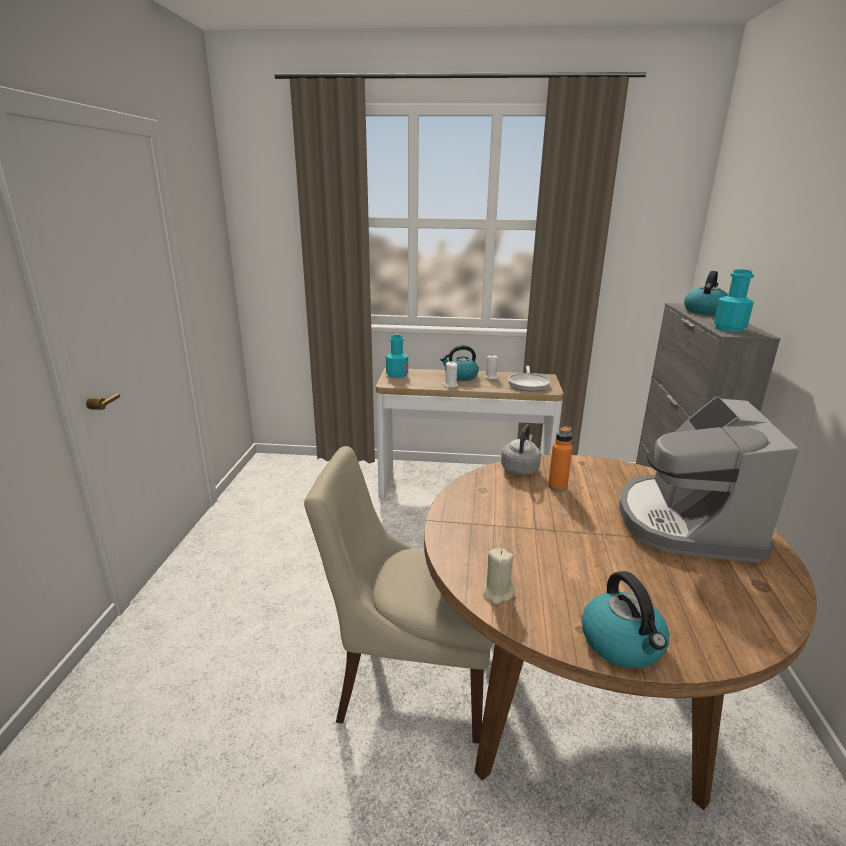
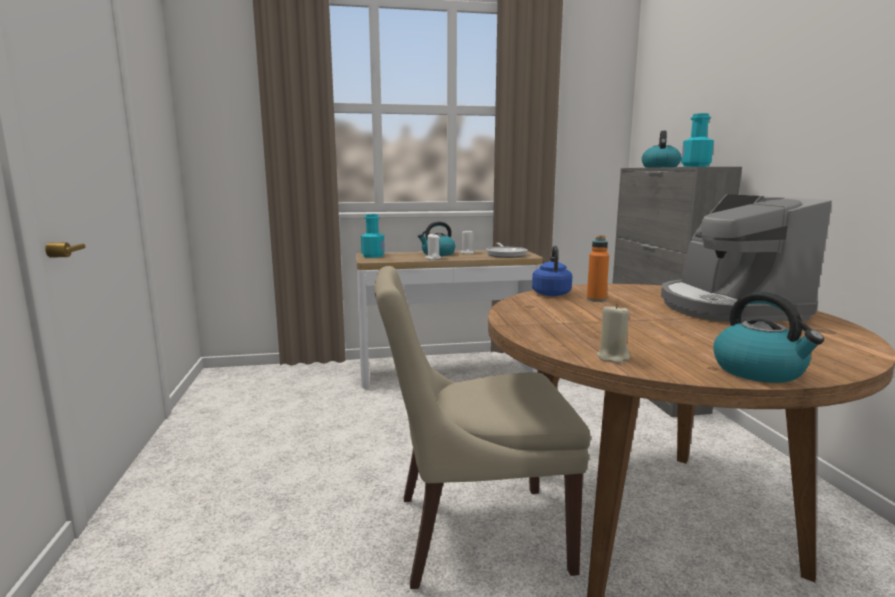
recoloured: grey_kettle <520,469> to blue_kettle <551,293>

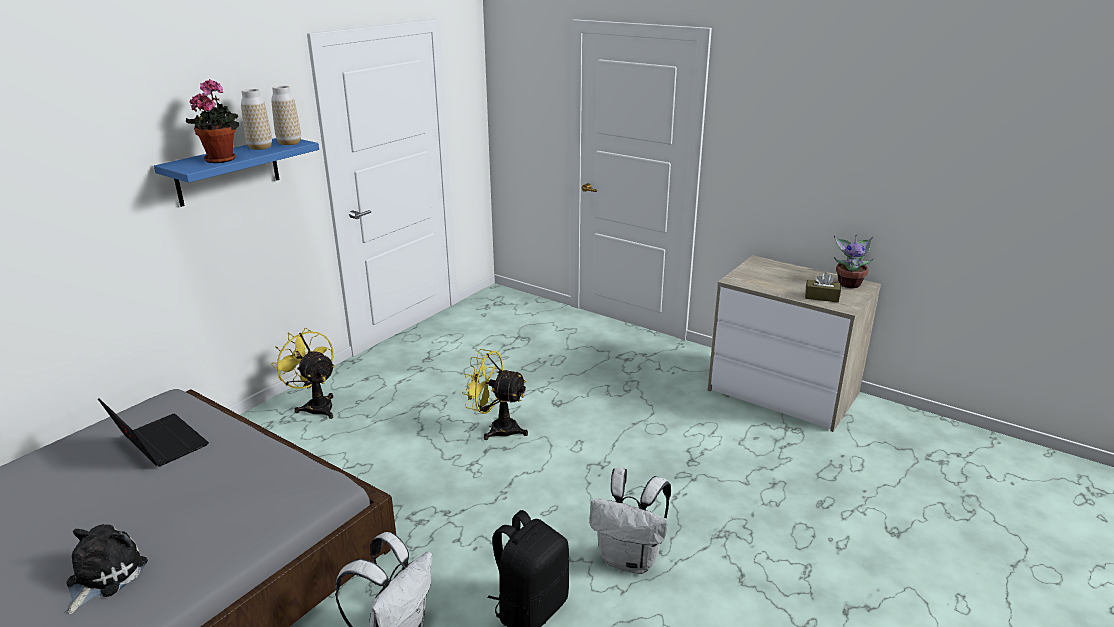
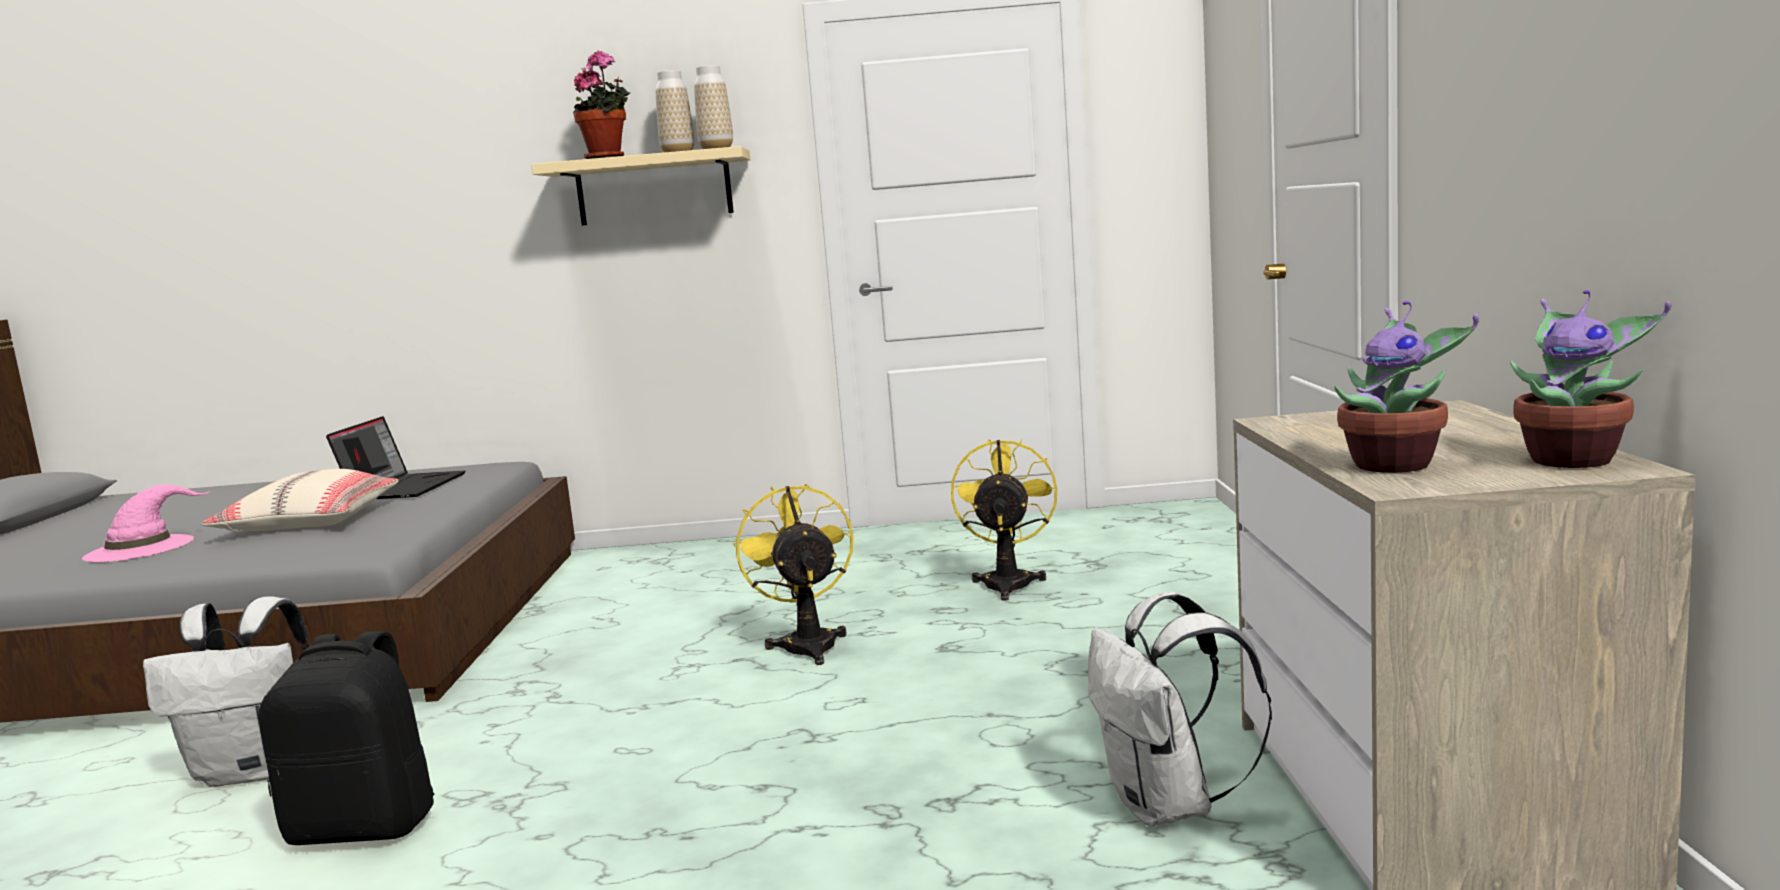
added: beige_pillow <309,522>
moved: yellow_fan <316,405> to <1008,582>; white_backpack <630,559> to <1168,807>
replaced: plush_toy <103,576> to pink_hat <141,548>; brown_tissue_box <821,297> to potted_plant <1396,465>
recoloured: blue_shelf <228,171> to beige_shelf <654,188>

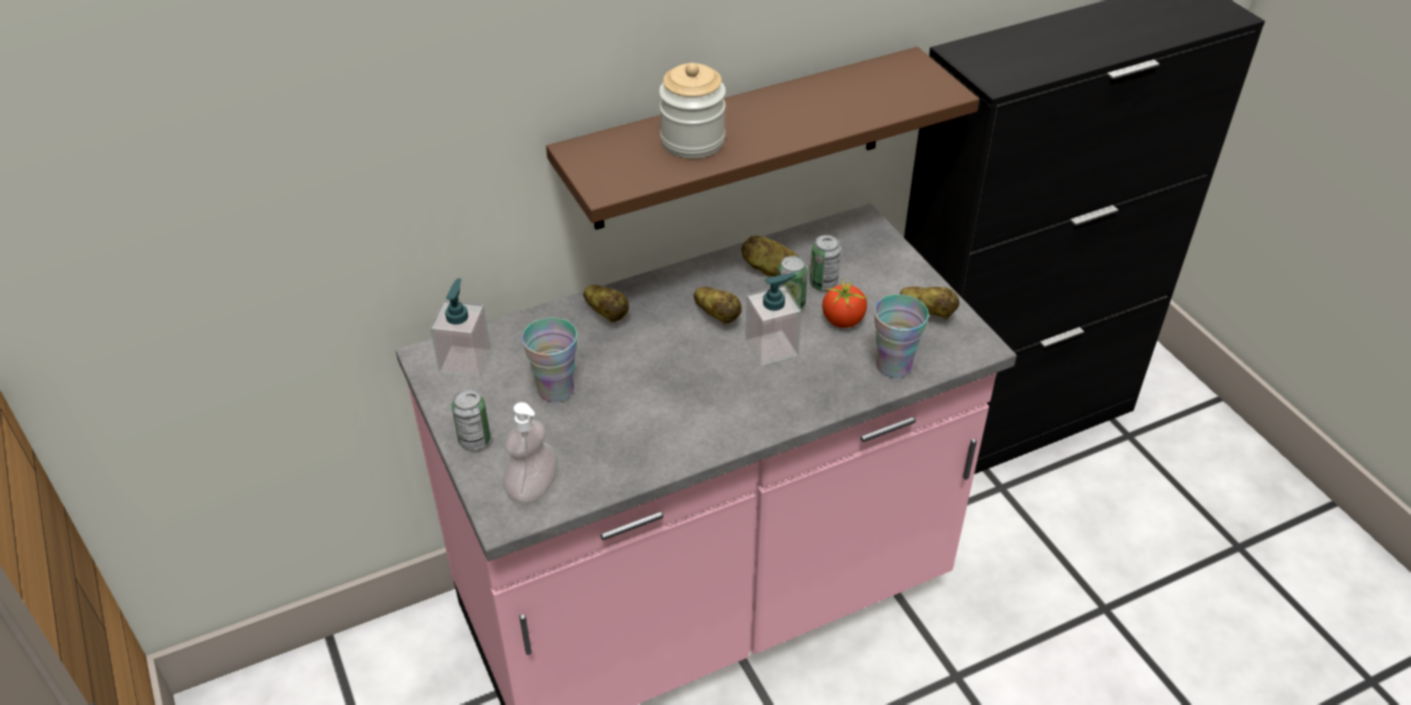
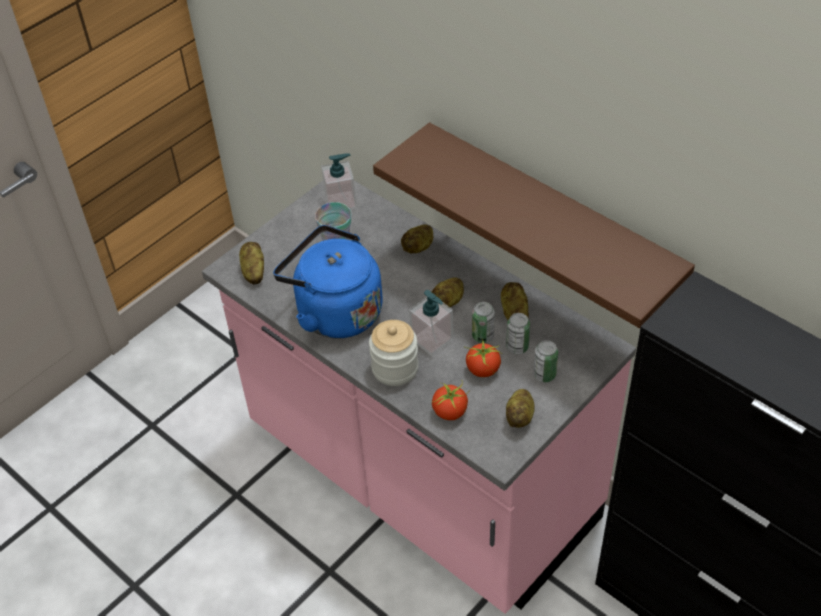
added: blue_kettle <334,311>
moved: can <474,441> to <544,375>; jar <692,141> to <395,368>
replaced: soap_dispenser <532,488> to potato <253,271>; cup <893,366> to tomato <450,411>

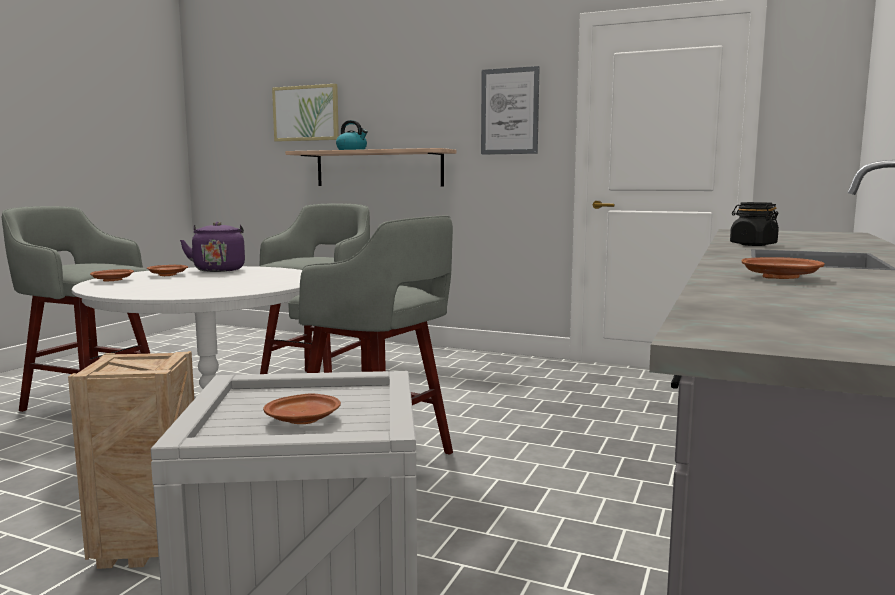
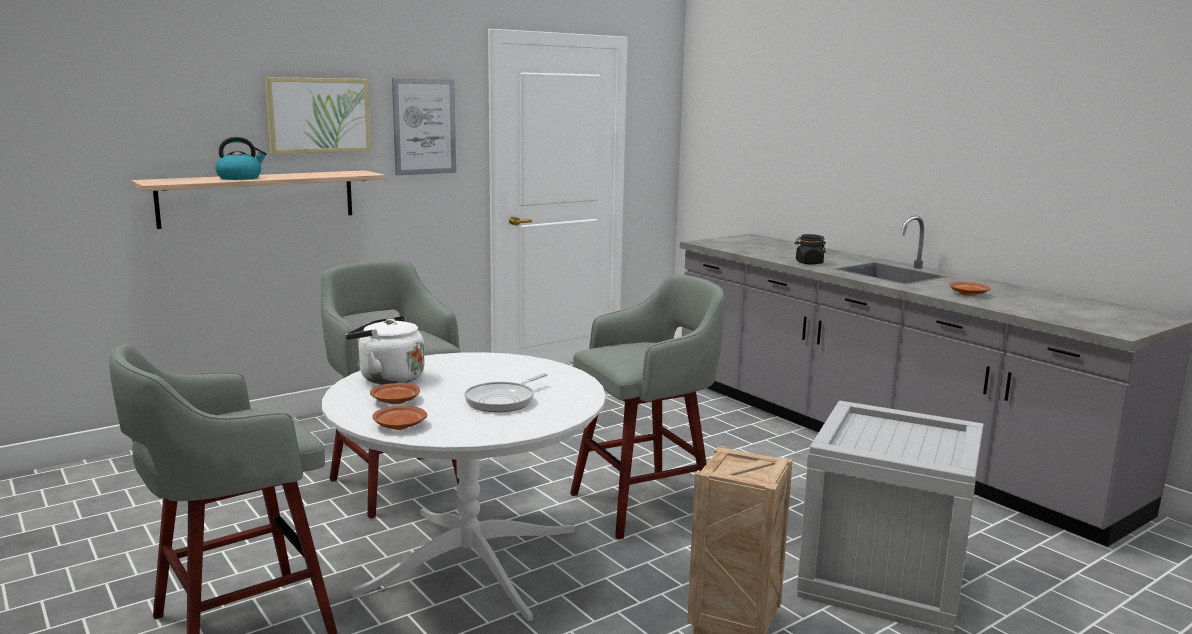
removed: brown_plate <304,420>
added: frying_pan <503,400>
moved: picture <306,113> to <318,115>
recoloured: purple_kettle <219,269> to white_kettle <387,378>

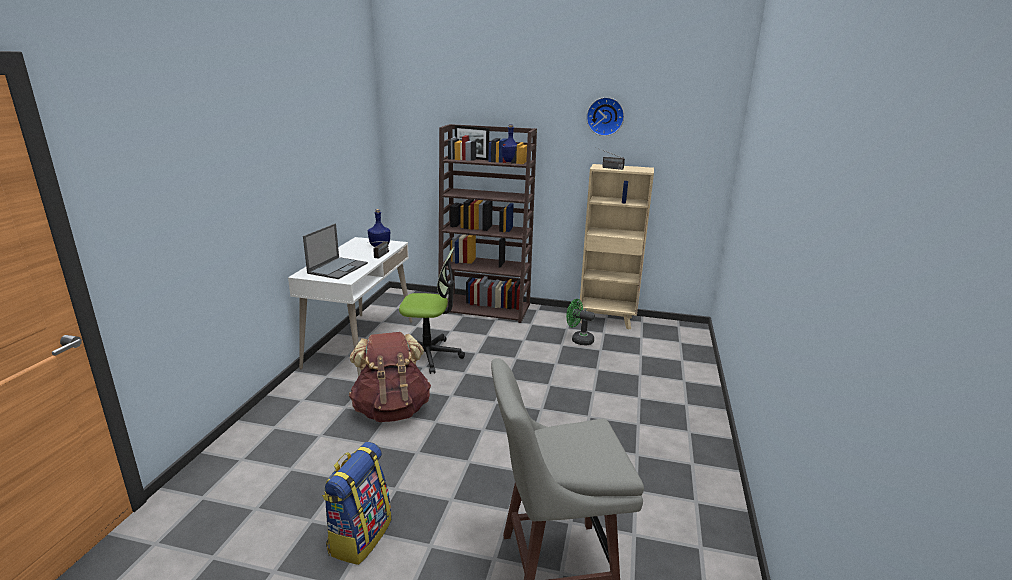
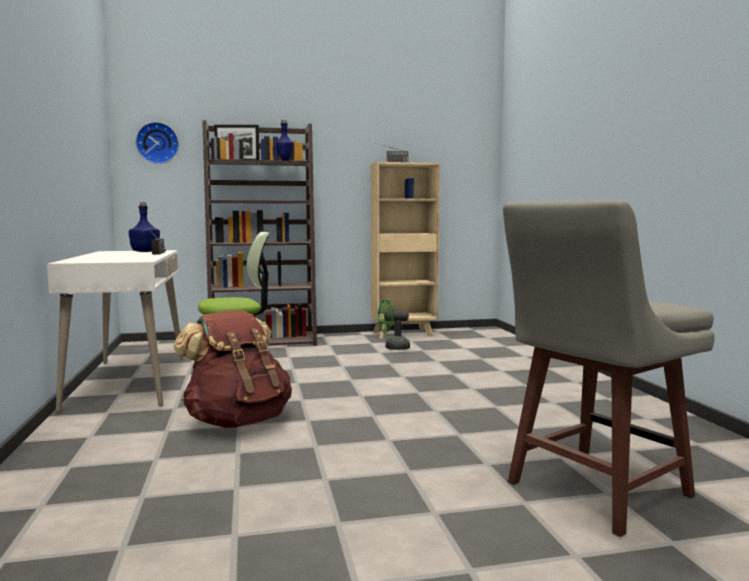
removed: laptop <338,268>; backpack <359,536>
moved: wall_clock <605,116> to <157,143>

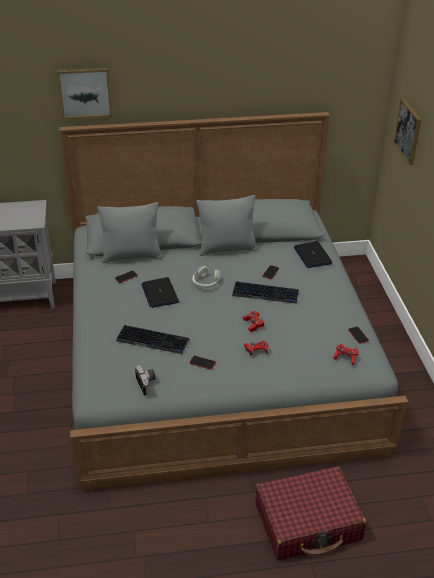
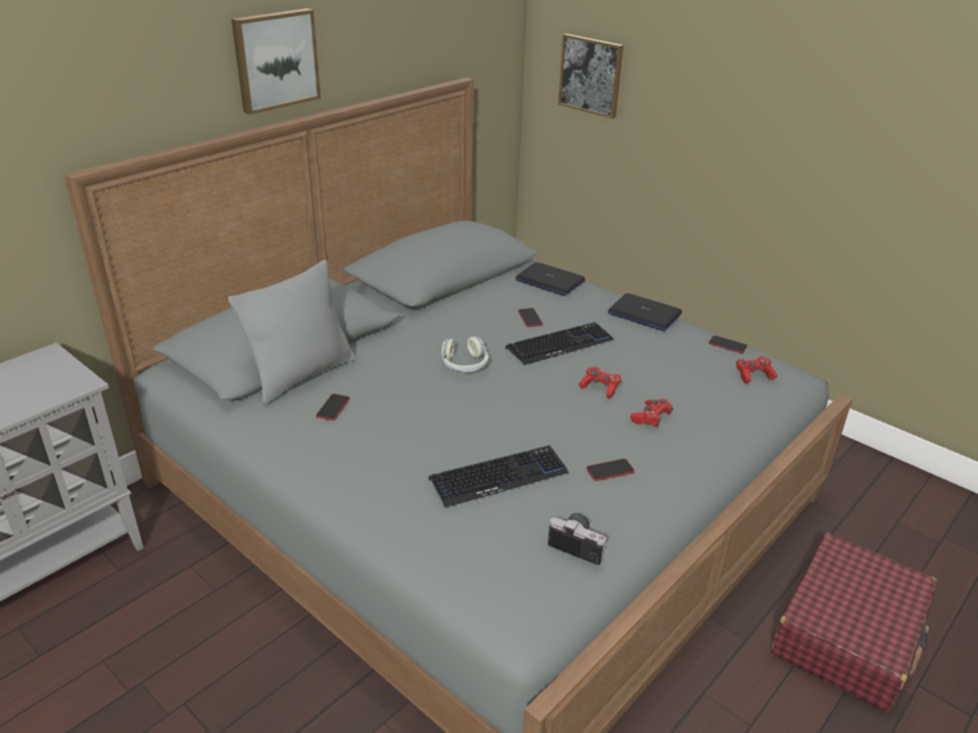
removed: grey_pillow <227,248>
moved: picture <85,92> to <275,60>; laptop <159,293> to <644,314>

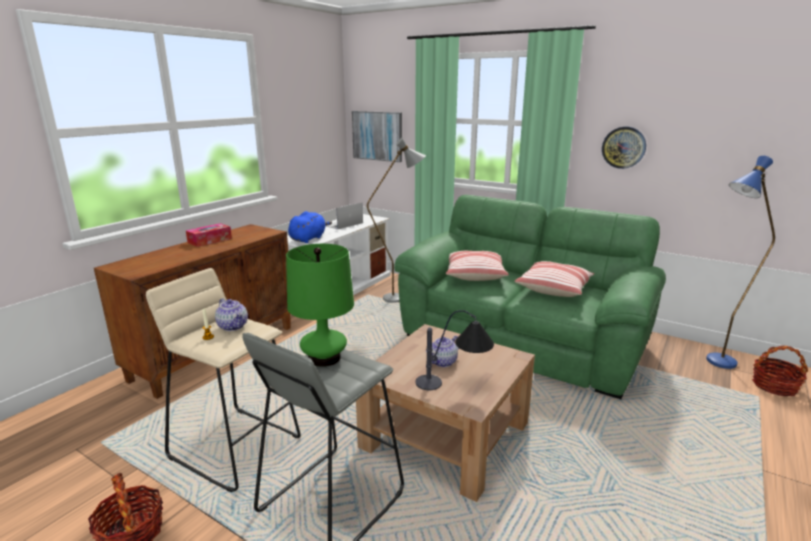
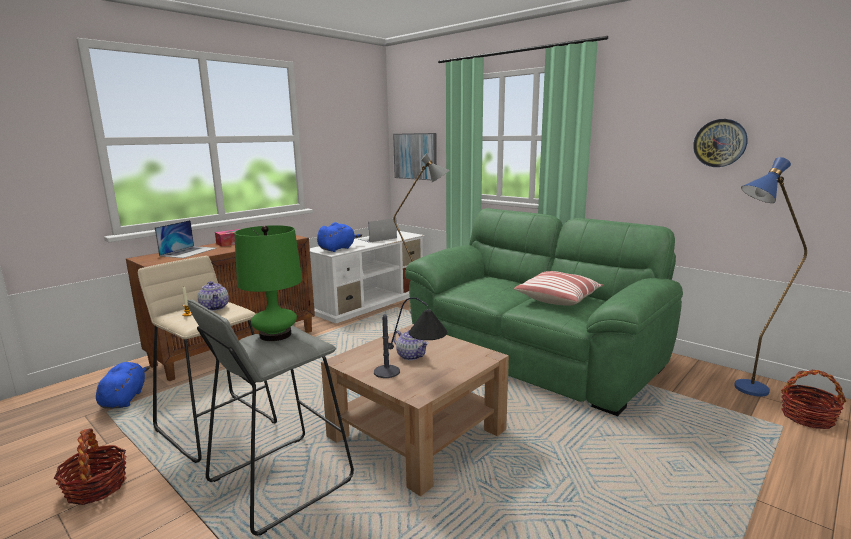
removed: pillow <474,275>
added: blue_plush_toy <124,399>; laptop <188,252>
moved: wall_clock <623,147> to <720,143>
turned: teapot <443,362> = <411,356> 105 degrees counterclockwise

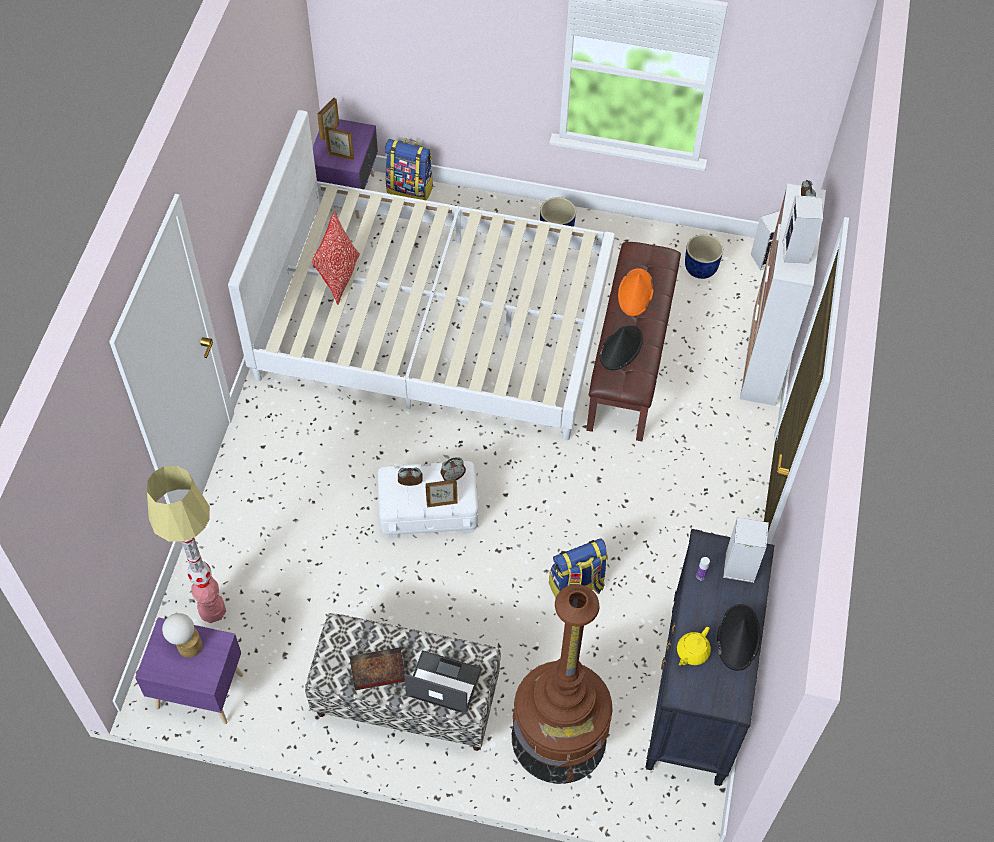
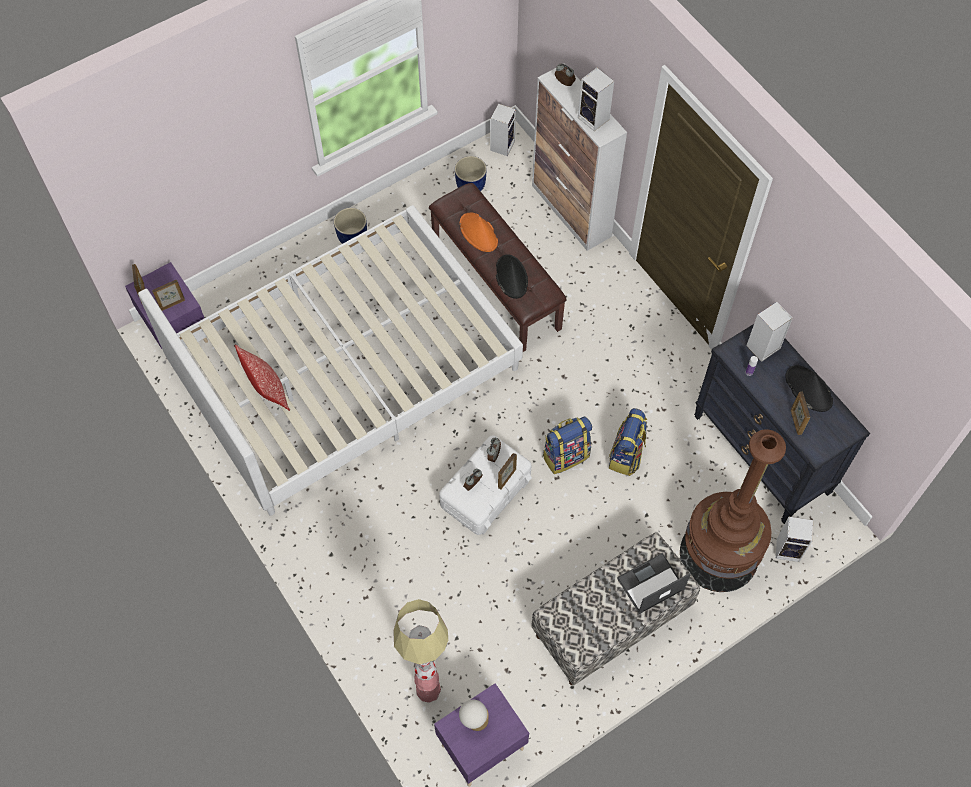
removed: book <376,671>
added: speaker <789,549>
moved: backpack <410,189> to <565,455>
replaced: yellow_teapot <692,652> to picture_frame <795,422>

